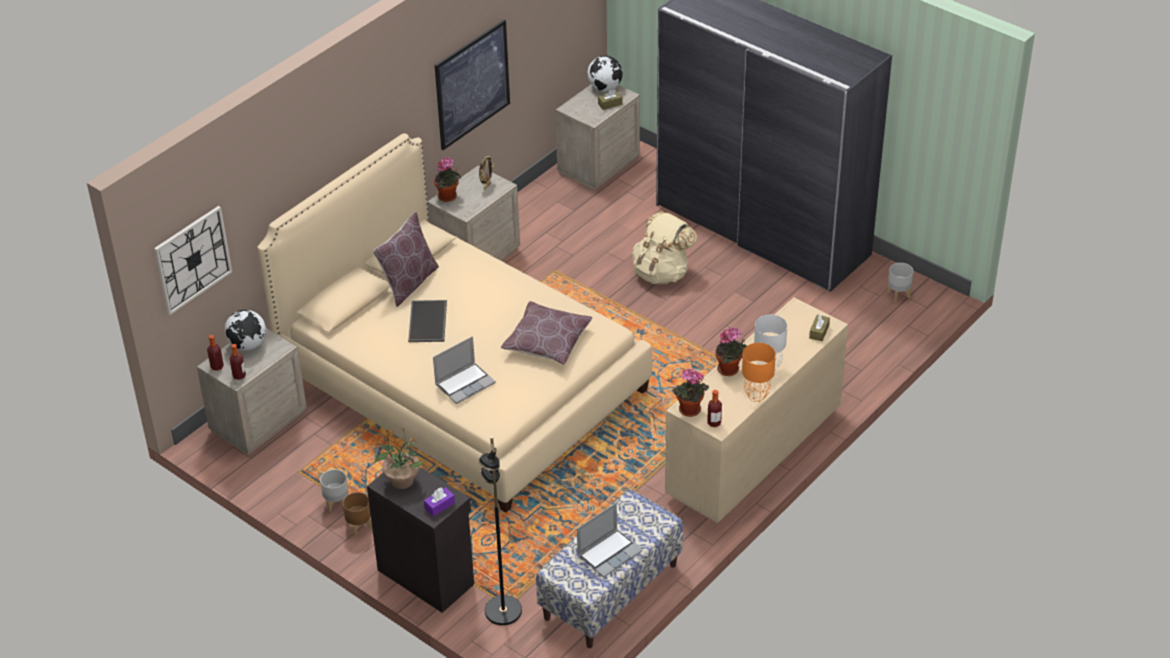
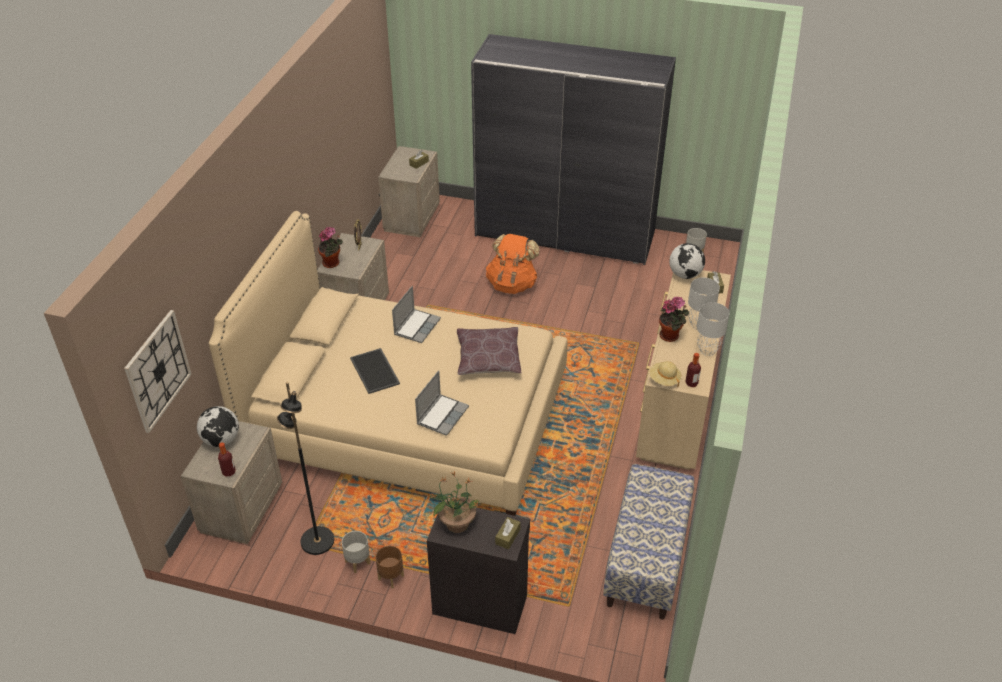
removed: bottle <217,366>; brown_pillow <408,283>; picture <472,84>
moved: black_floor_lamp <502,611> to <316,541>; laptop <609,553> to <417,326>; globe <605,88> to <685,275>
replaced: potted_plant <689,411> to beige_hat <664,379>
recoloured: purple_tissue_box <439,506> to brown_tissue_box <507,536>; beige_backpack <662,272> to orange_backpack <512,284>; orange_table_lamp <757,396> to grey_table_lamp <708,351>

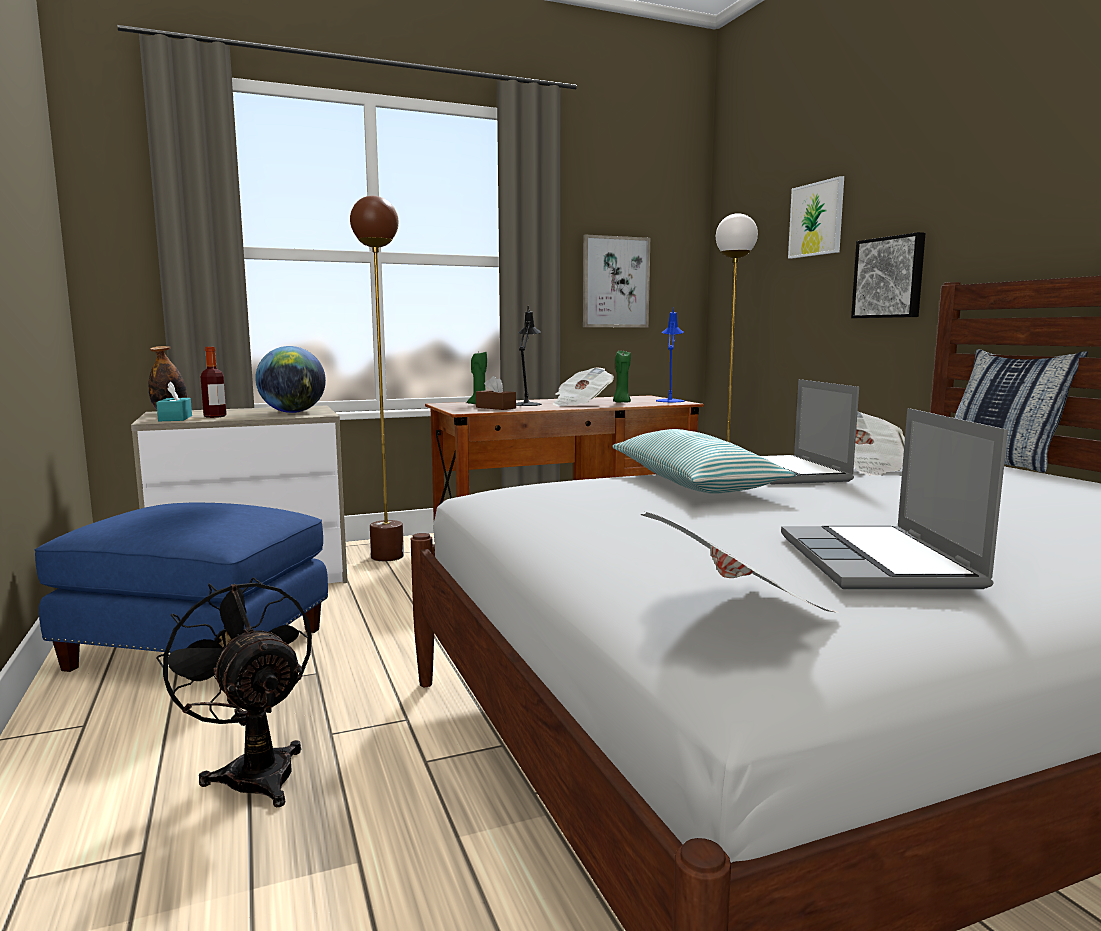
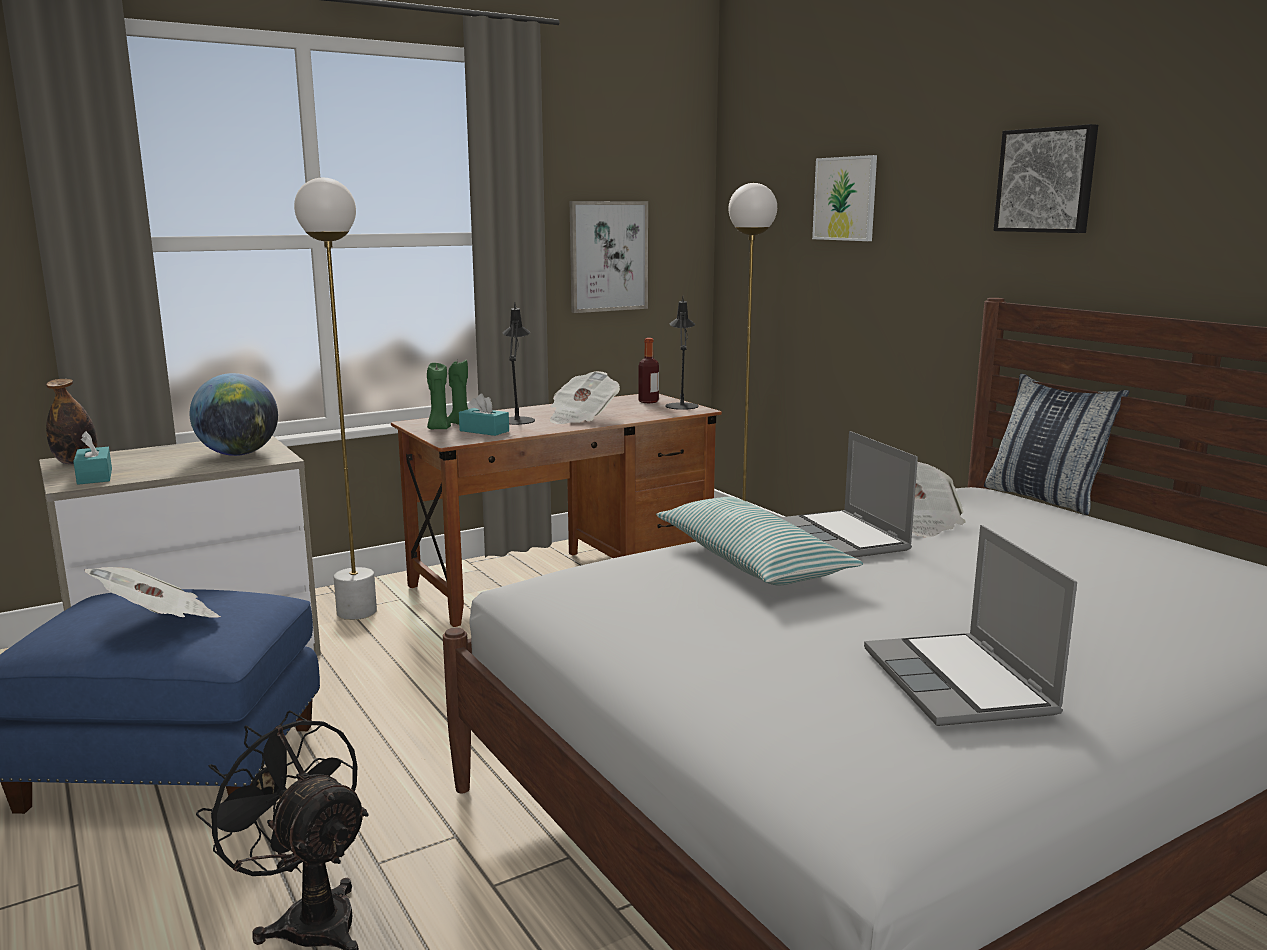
moved: bottle <215,416> to <648,401>; green_candle <621,402> to <438,428>; newspaper <736,613> to <159,621>; picture <890,277> to <1047,180>
recoloured: brown_floor_lamp <387,557> to white_floor_lamp <356,612>; brown_tissue_box <495,408> to turquoise_tissue_box <484,431>; blue_table_lamp <670,400> to black_table_lamp <681,405>

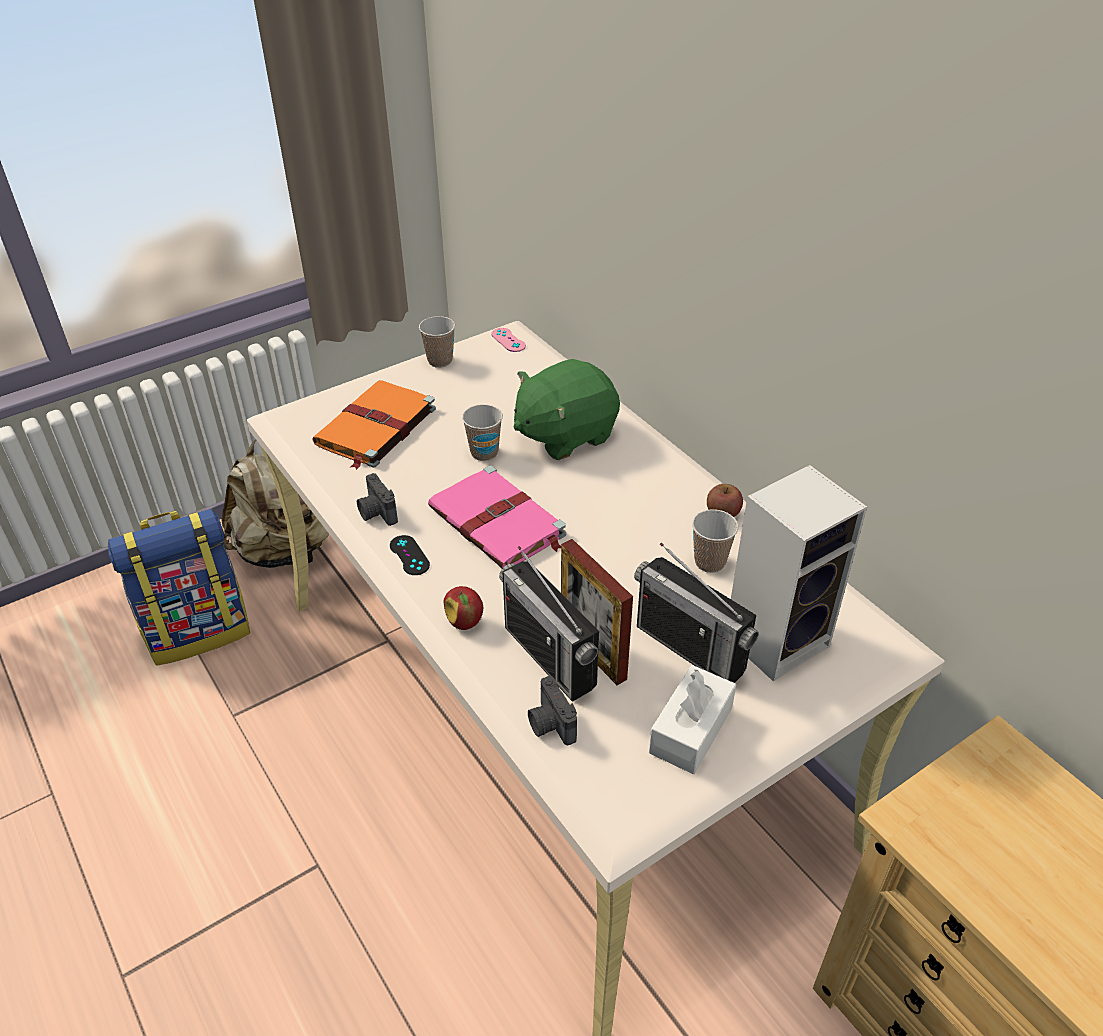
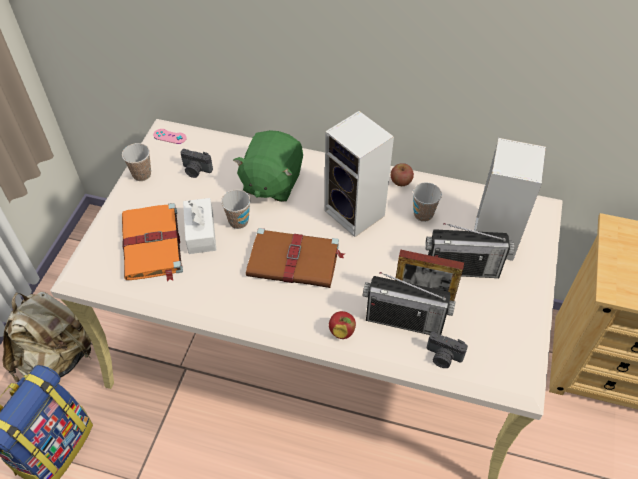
removed: black_game_controller <409,555>
added: speaker <357,214>
moved: photo_camera <376,513> to <196,170>; white_tissue_box <691,730> to <201,232>
recoloured: pink_book <498,523> to brown_book <295,261>

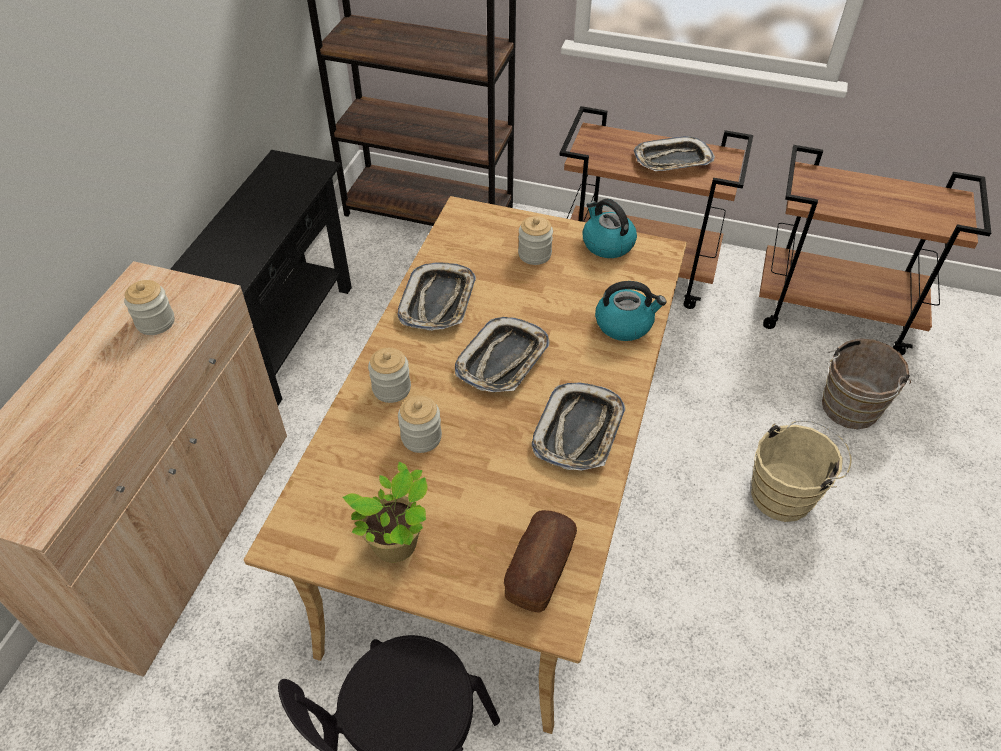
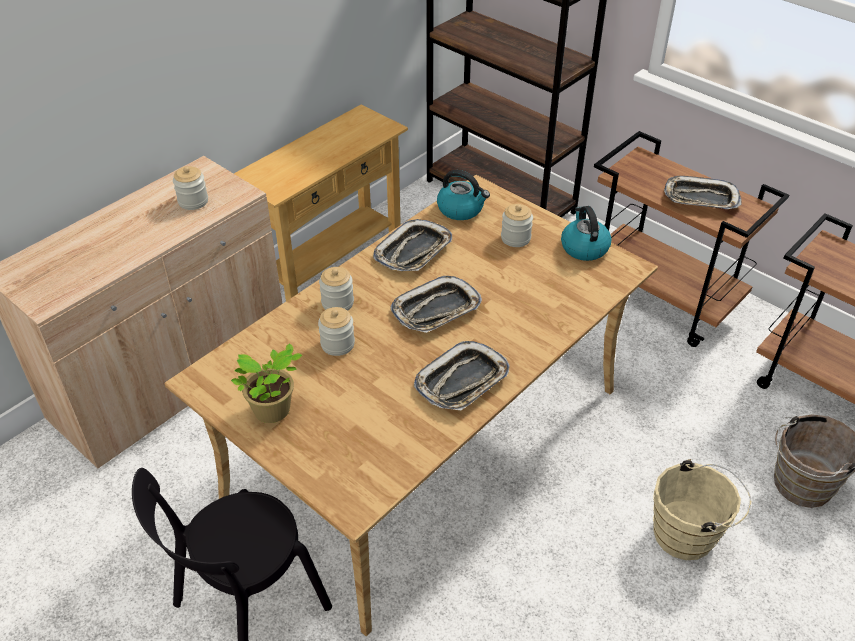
removed: bread <540,569>
moved: kettle <624,324> to <461,209>
recoloured: black_console_table <290,337> to beige_console_table <331,263>

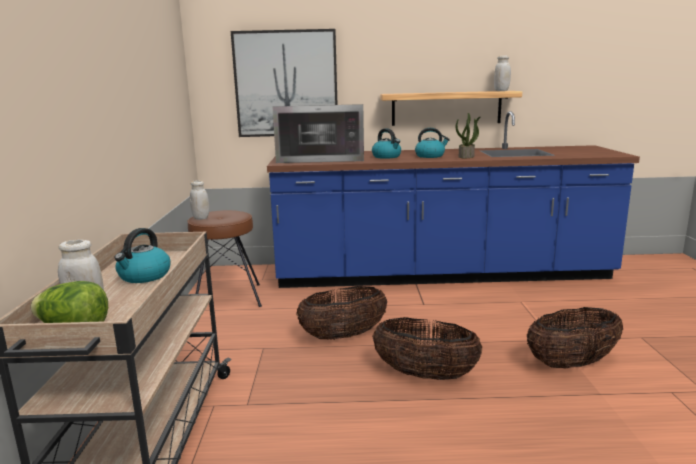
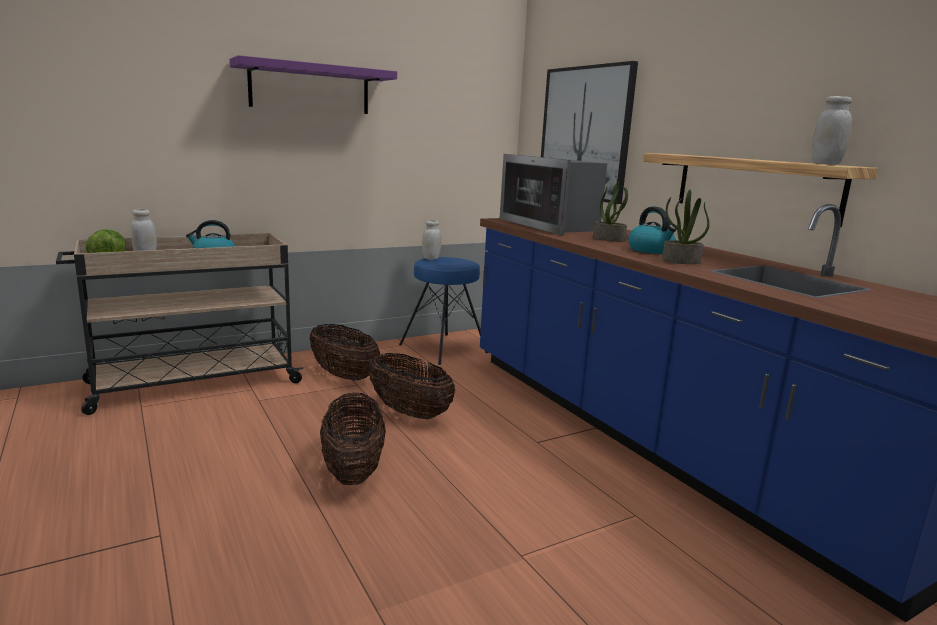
added: purple_shelf <310,88>
moved: basket <572,363> to <344,376>
replaced: kettle <387,157> to potted_plant <609,239>
recoloured: brown_stool <227,298> to blue_stool <443,348>

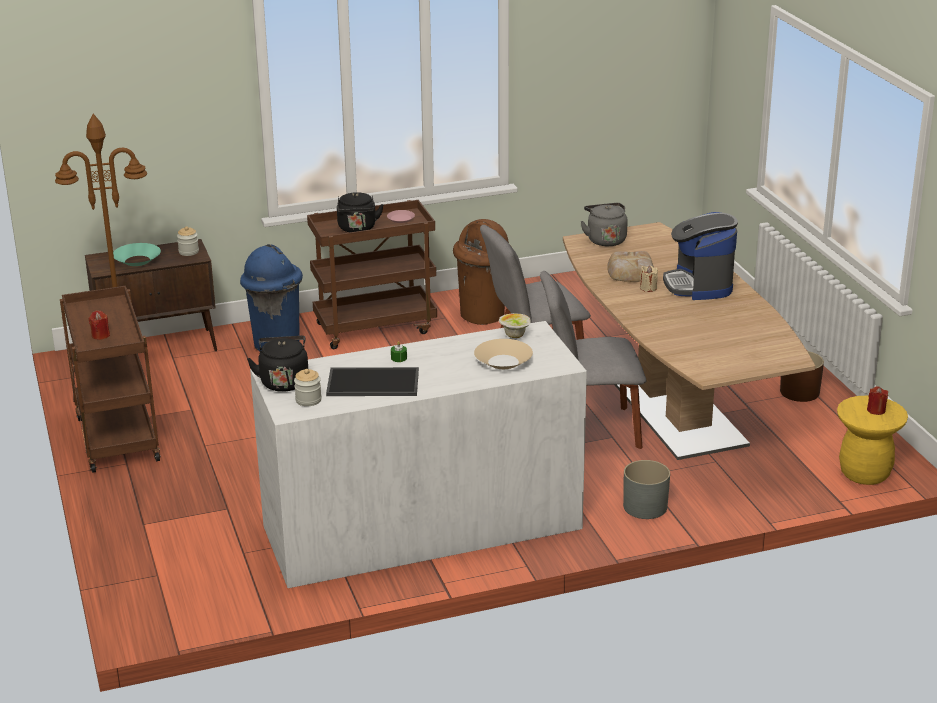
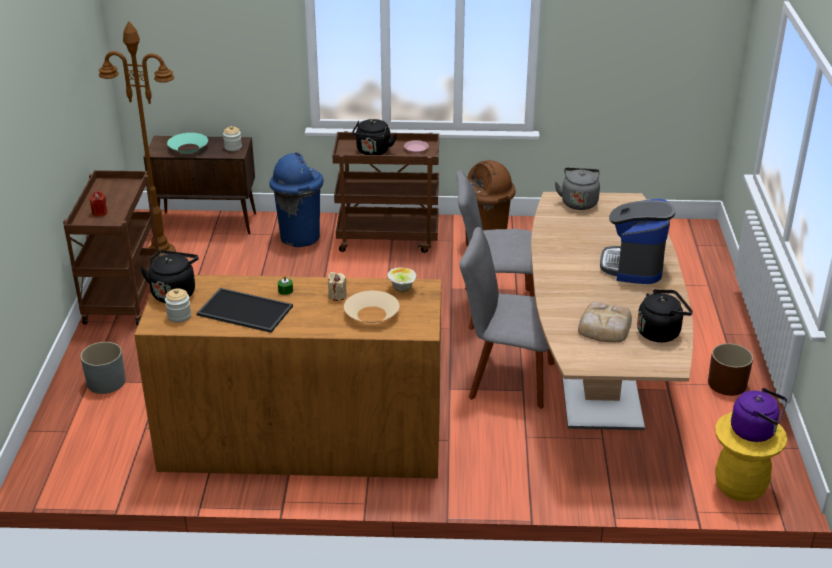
added: black_kettle <660,332>
moved: bread <630,272> to <604,327>; grey_planter <645,507> to <106,382>; beige_candle <648,288> to <337,296>
replaced: red_candle <876,410> to purple_kettle <756,431>
recoloured: white_dresser <422,527> to brown_dresser <302,441>

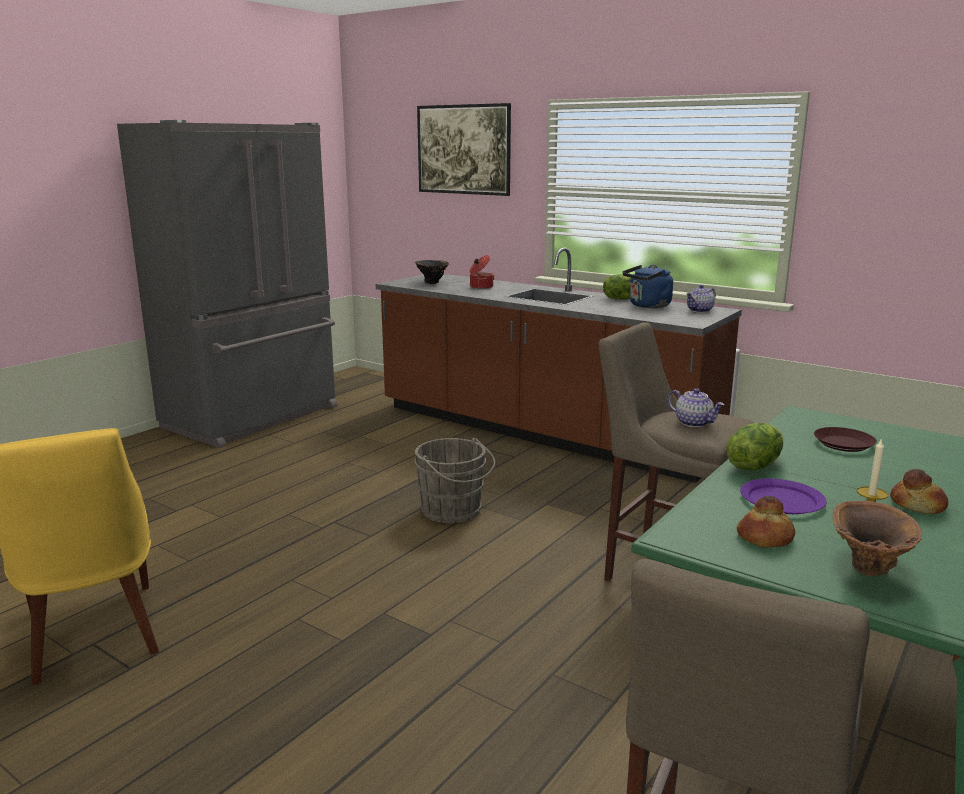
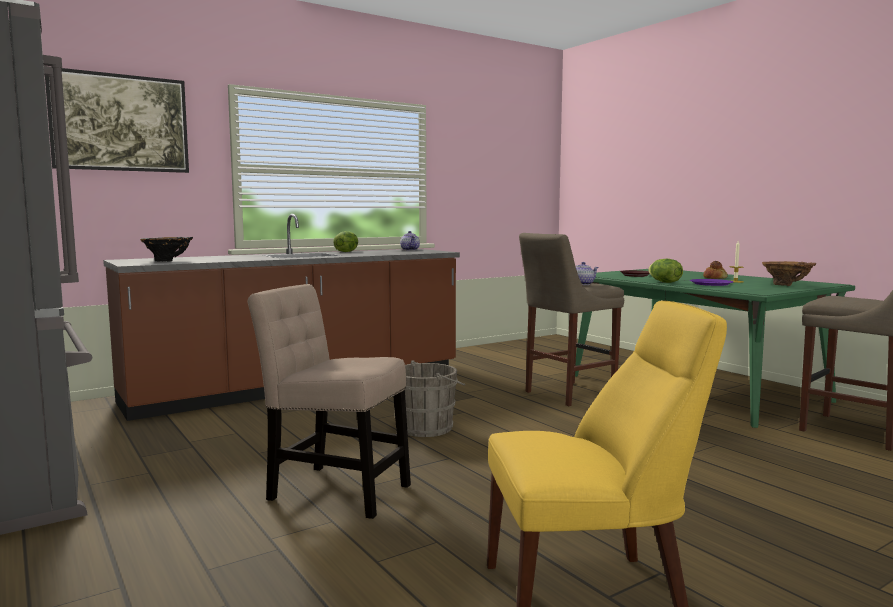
removed: cooking_pot <480,287>; blue_kettle <647,306>; bread <765,538>
added: beige_chair <334,490>

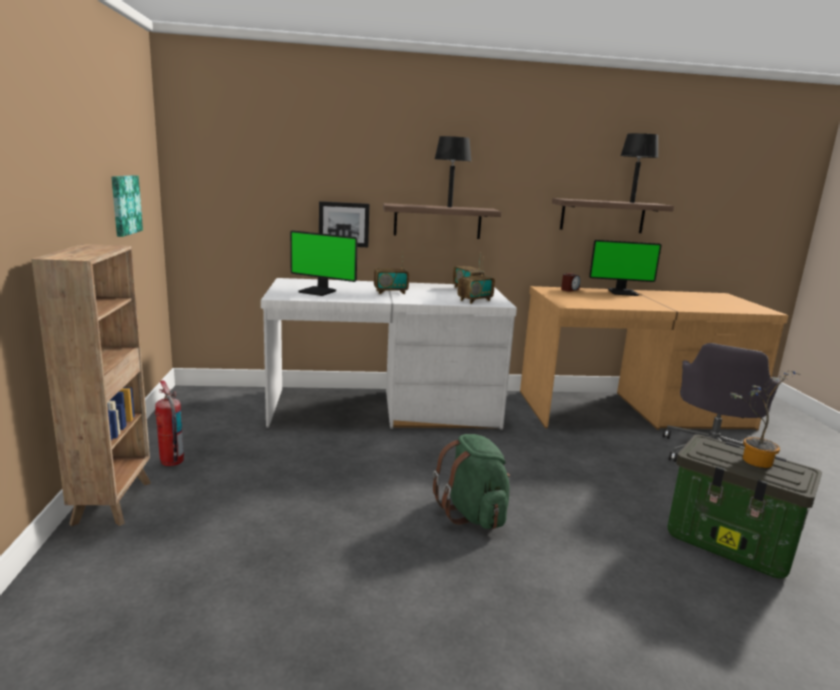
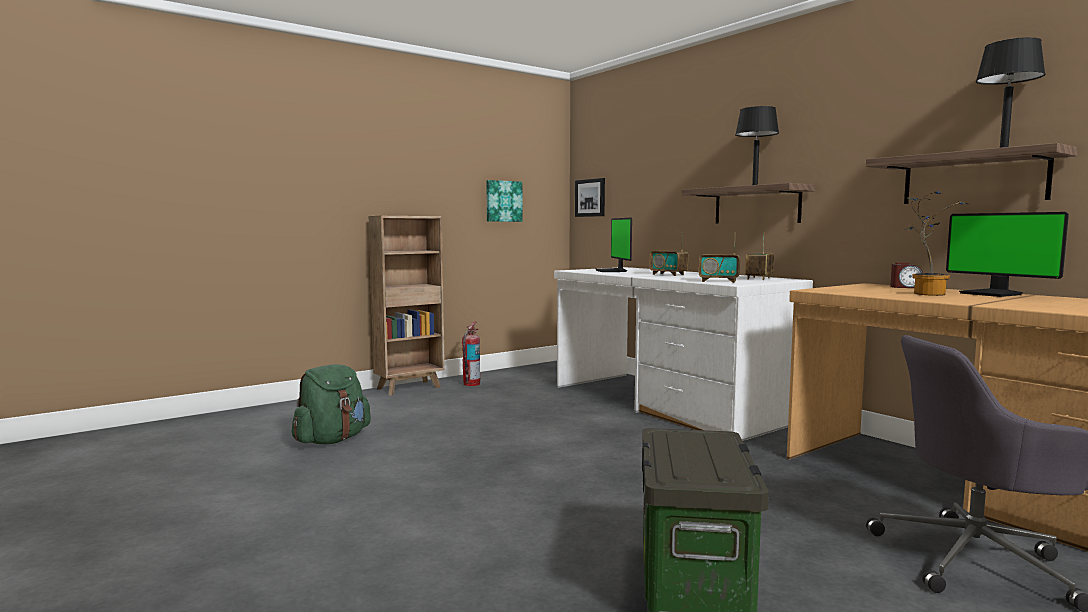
moved: picture <344,224> to <590,198>; green_backpack <473,514> to <332,440>; potted_plant <752,460> to <926,293>

